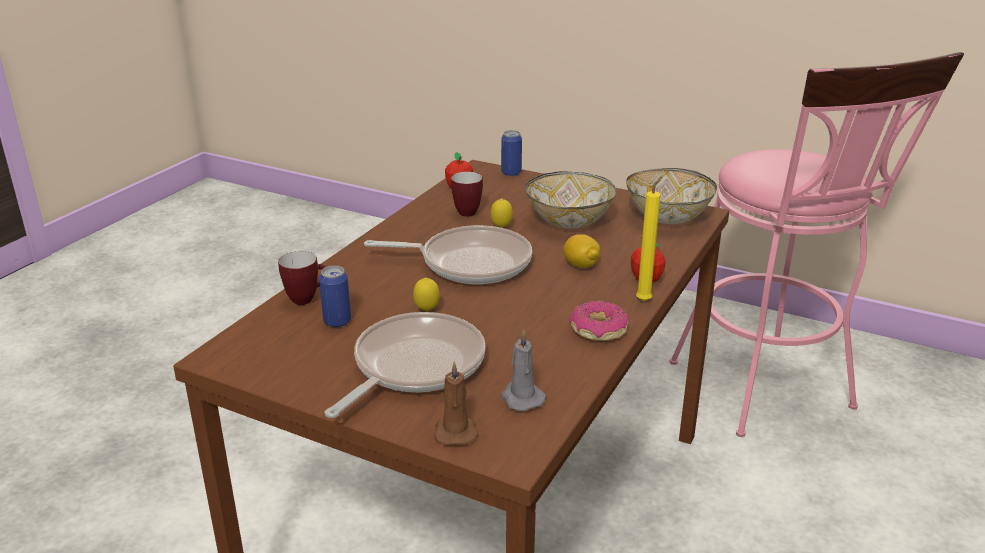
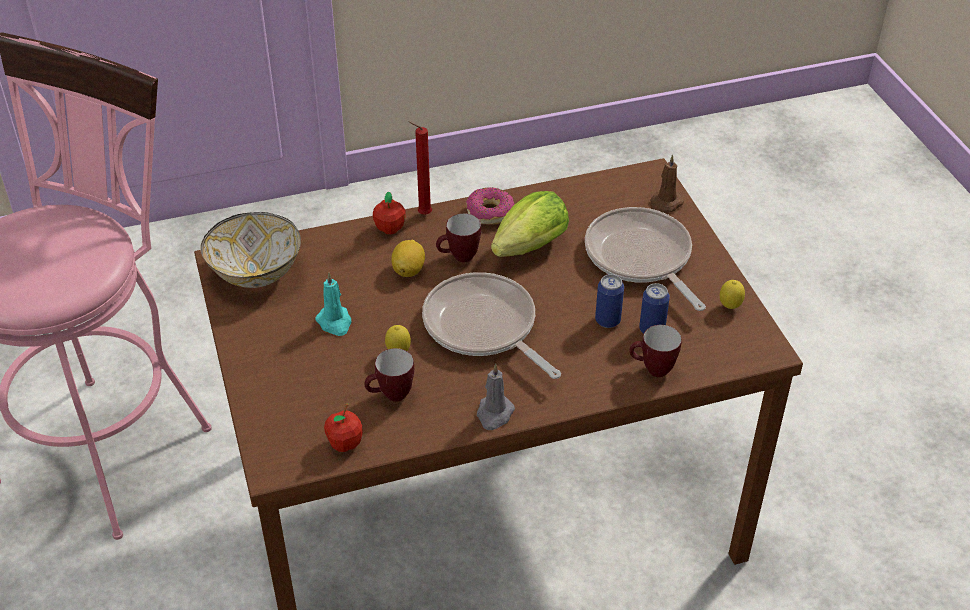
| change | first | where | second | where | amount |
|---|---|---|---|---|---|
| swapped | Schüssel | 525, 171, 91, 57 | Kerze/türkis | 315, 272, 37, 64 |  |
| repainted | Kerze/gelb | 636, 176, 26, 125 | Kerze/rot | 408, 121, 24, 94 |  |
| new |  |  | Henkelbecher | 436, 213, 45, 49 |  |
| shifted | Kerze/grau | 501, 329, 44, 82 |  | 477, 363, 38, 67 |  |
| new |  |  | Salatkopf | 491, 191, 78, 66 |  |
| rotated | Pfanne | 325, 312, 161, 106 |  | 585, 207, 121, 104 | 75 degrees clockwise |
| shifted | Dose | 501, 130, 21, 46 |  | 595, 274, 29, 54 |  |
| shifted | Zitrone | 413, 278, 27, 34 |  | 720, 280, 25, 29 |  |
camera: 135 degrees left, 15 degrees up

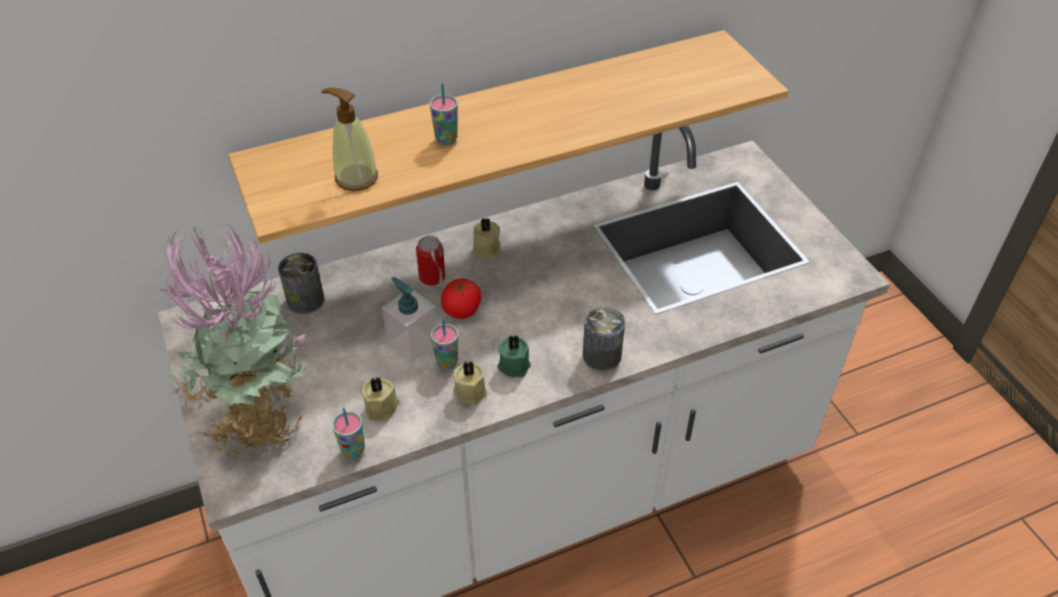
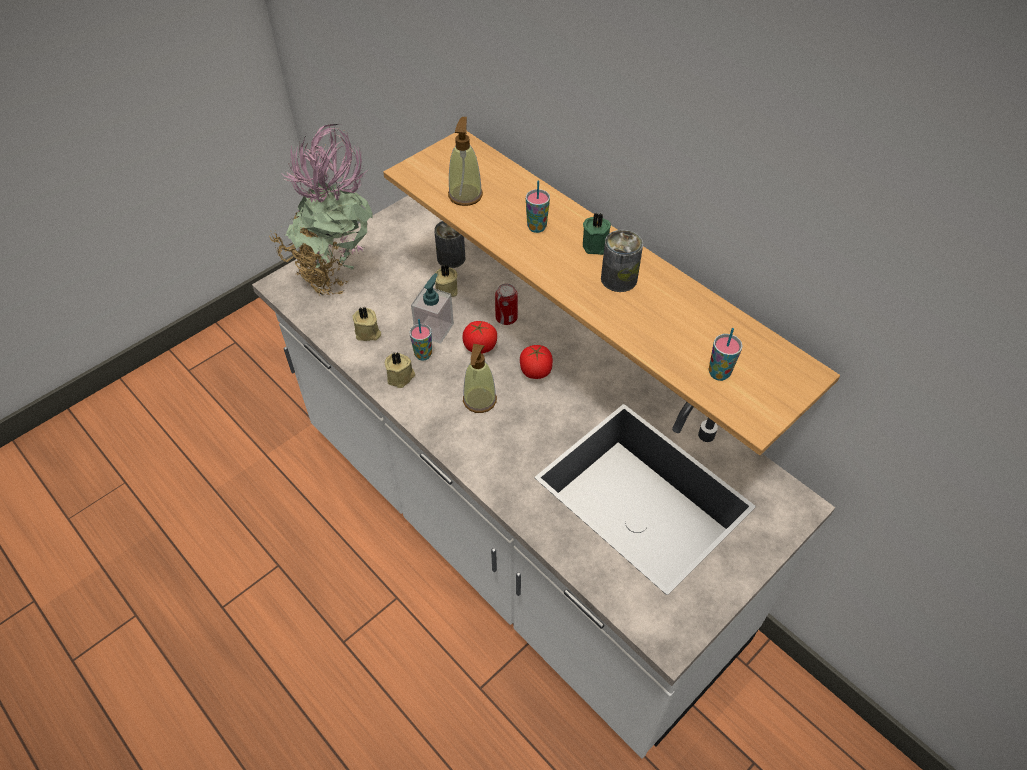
| change | first | where | second | where | amount |
|---|---|---|---|---|---|
| shifted | Kerze/beige | 473, 218, 28, 41 |  | 435, 265, 23, 32 |  |
| new |  |  | Seifenspender | 463, 344, 34, 69 |  |
| new |  |  | Tomate | 520, 345, 33, 34 |  |
| shifted | Kerze/grün | 497, 335, 34, 42 |  | 583, 212, 28, 43 |  |
| shifted | Dose | 583, 306, 42, 65 |  | 601, 230, 42, 62 |  |
| shifted | Tasse | 332, 408, 33, 51 |  | 708, 328, 35, 53 |  |
camera: 70 degrees right, 5 degrees up

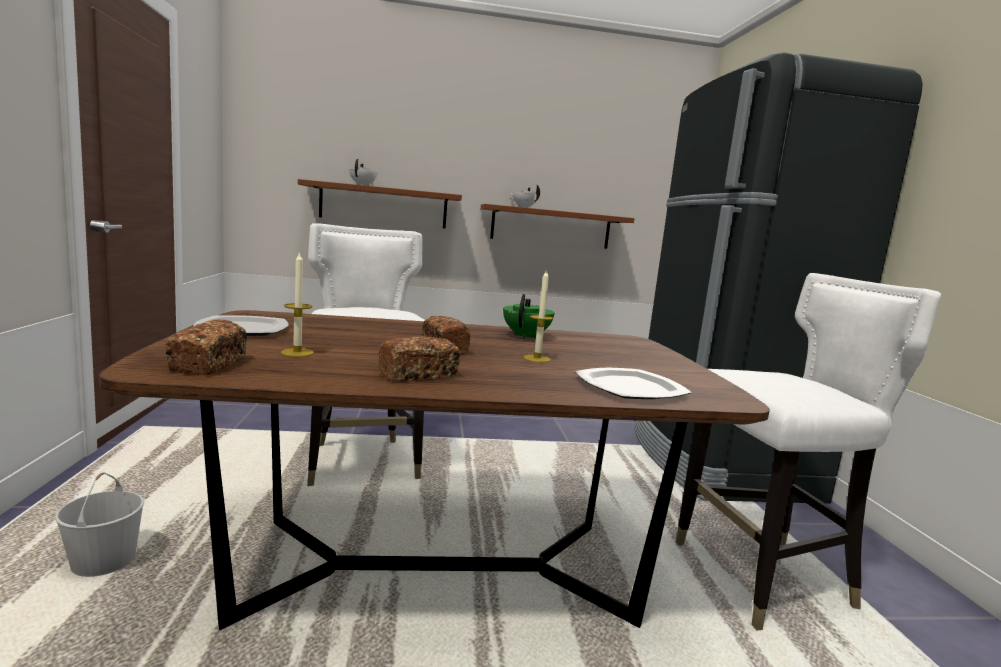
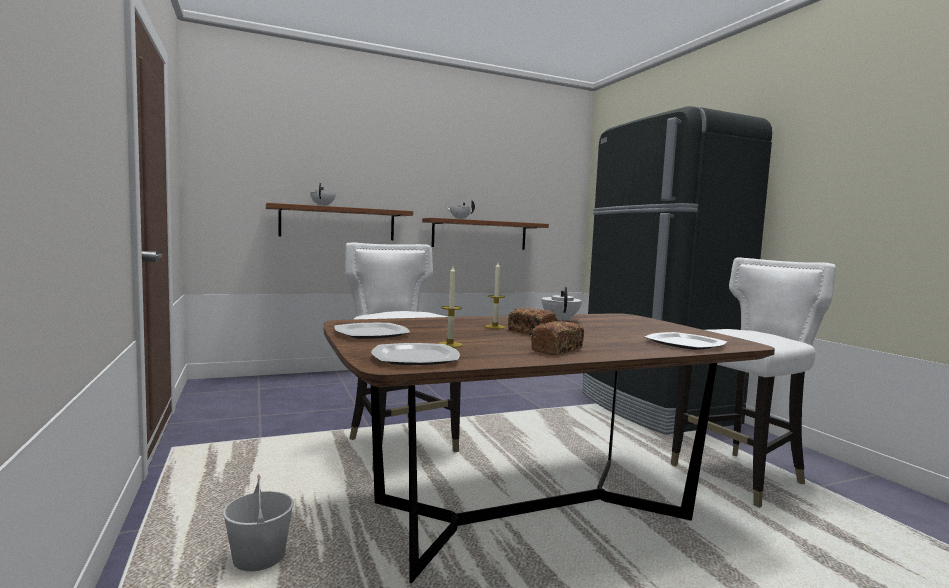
| change | first | where | second | where | amount |
|---|---|---|---|---|---|
| swapped | Brot | 166, 320, 81, 55 | Teller | 371, 343, 89, 22 |  |
| shifted | Kerze | 523, 270, 31, 93 |  | 485, 263, 20, 66 |  |
| repainted | Teekanne/grün | 503, 294, 52, 45 | Teekanne/weiß | 542, 287, 40, 34 |  |
camera: 15 degrees left, 5 degrees down

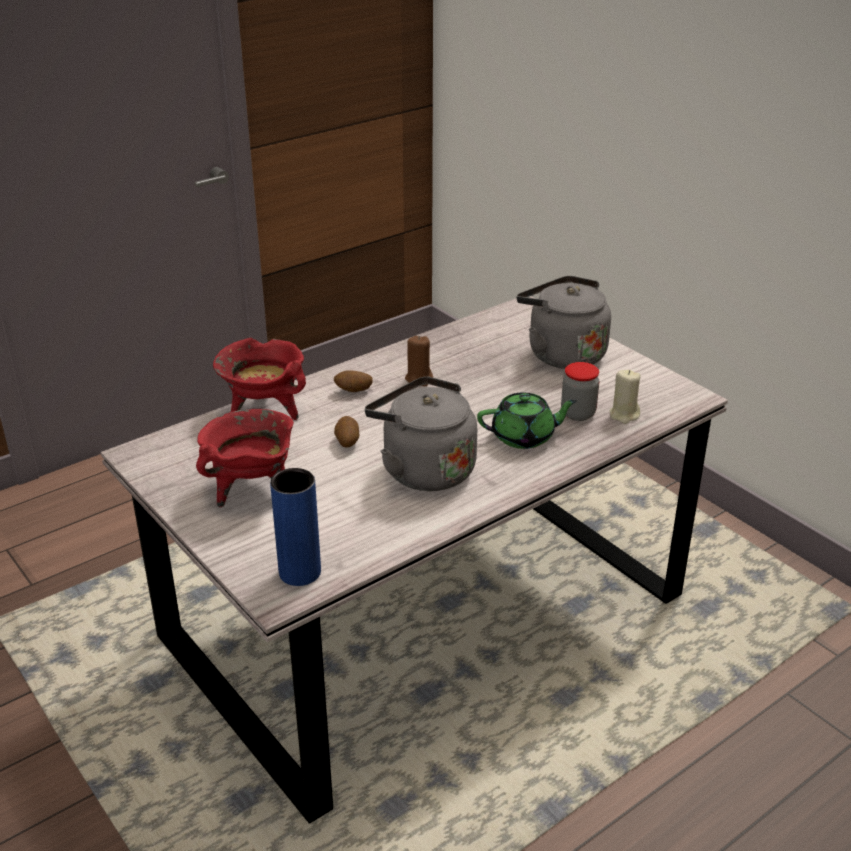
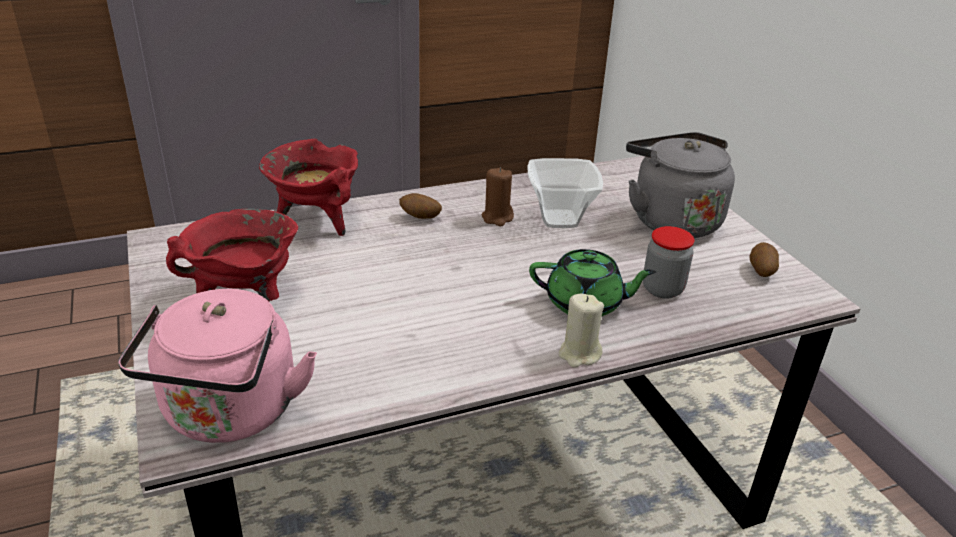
| change | first | where | second | where | amount |
|---|---|---|---|---|---|
| swapped | Vase/blau | 270, 468, 51, 118 | Wasserkessel/rosa | 118, 289, 199, 154 |  |
| new |  |  | Schüssel | 528, 158, 75, 70 |  |
| shifted | Kerze/beige | 609, 370, 32, 54 |  | 559, 294, 45, 74 |  |
| shifted | Kartoffel | 334, 416, 25, 32 |  | 749, 242, 30, 35 |  |
| gone | Wasserkessel/grau | 365, 376, 112, 115 |  |  |  |
camera: 15 degrees right, 0 degrees up

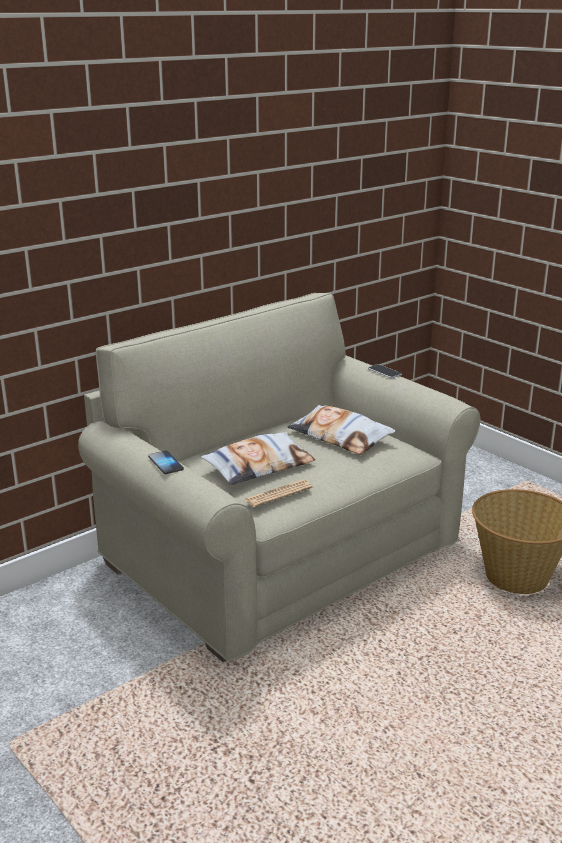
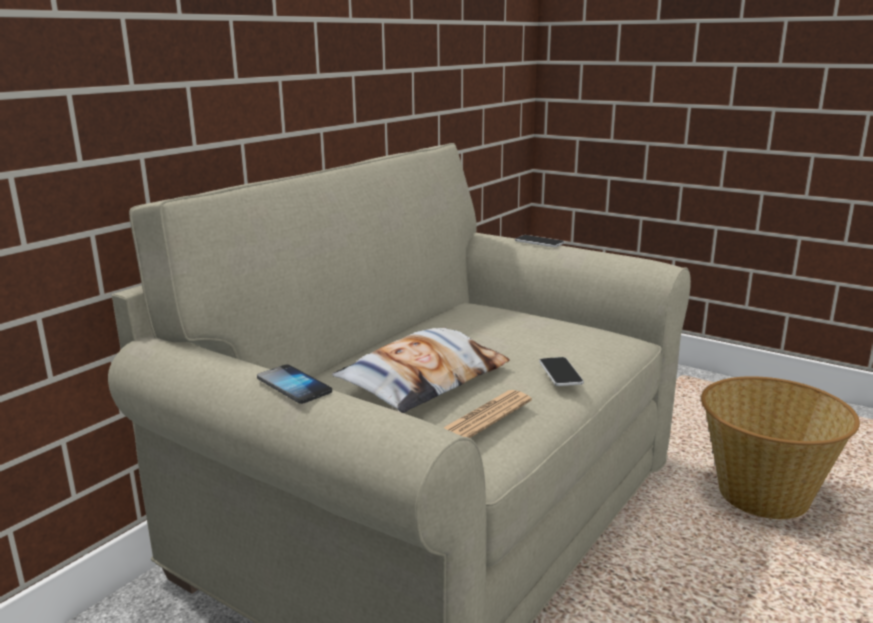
| change | first | where | second | where | amount |
|---|---|---|---|---|---|
| new |  |  | Handy | 539, 357, 45, 29 |  |
| gone | Kissen | 287, 405, 109, 50 |  |  |  |
camera: 15 degrees left, 5 degrees down

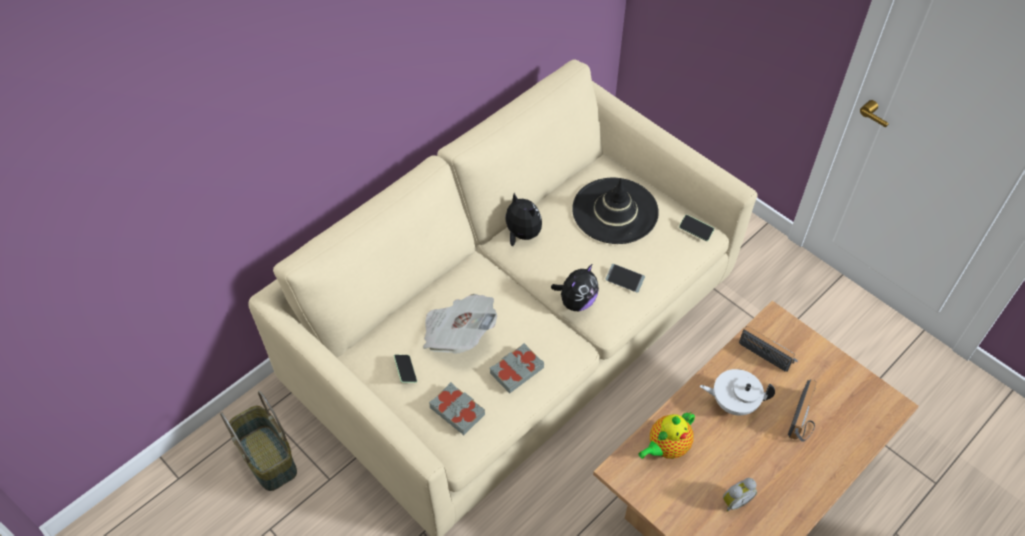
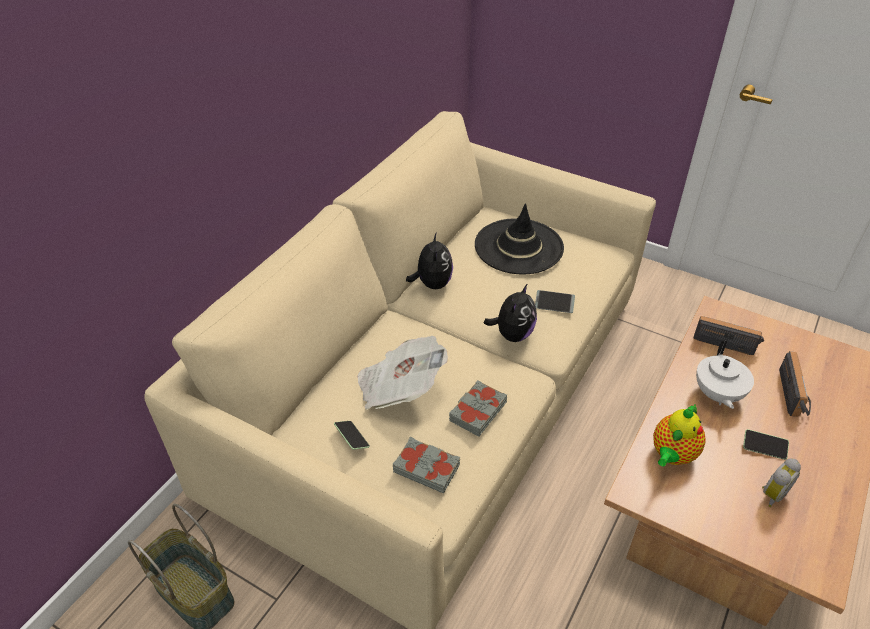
| change | first | where | second | where | amount |
|---|---|---|---|---|---|
| rotated | Plüschtier | 505, 193, 37, 53 |  | 406, 232, 47, 57 | 60 degrees clockwise |
| rotated | Teekanne/weiß | 700, 369, 75, 47 |  | 696, 340, 58, 69 | 75 degrees counterclockwise |
| shifted | Handy | 679, 215, 35, 26 |  | 743, 429, 46, 31 |  |
camera: 15 degrees left, 10 degrees down

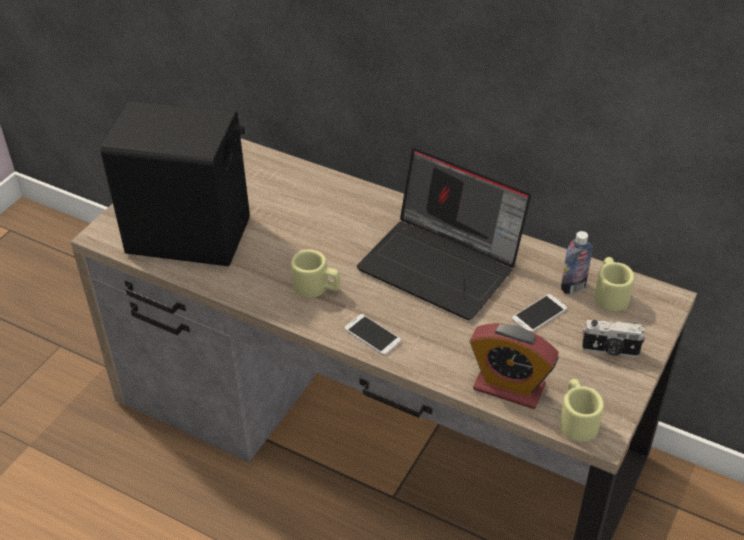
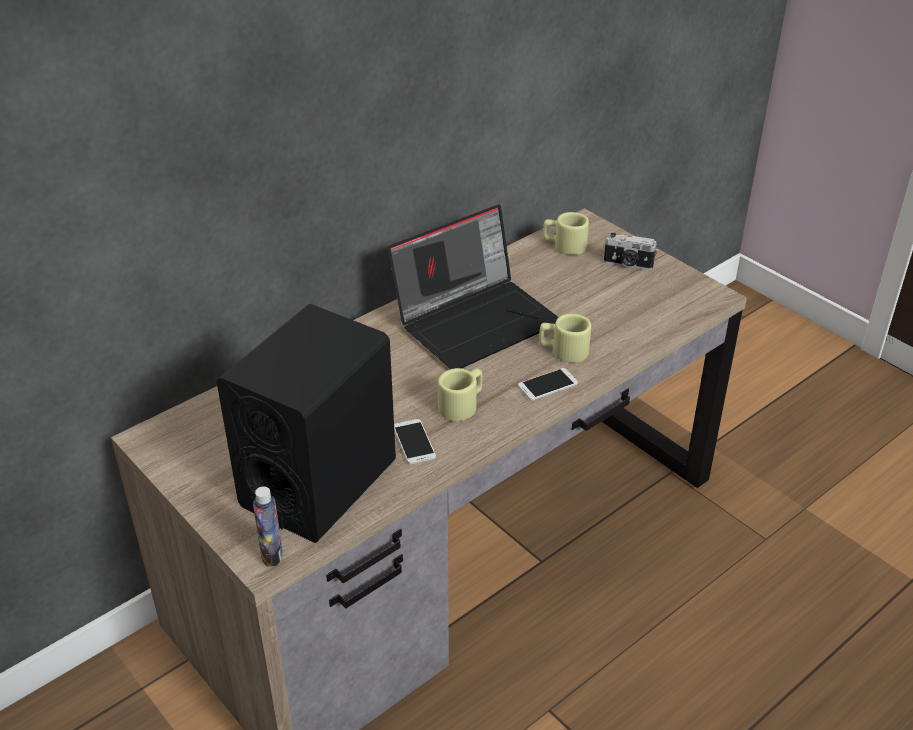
| change | first | where | second | where | amount |
|---|---|---|---|---|---|
| shifted | Flasche | 561, 231, 32, 63 |  | 253, 487, 30, 80 |  |
| shifted | Handy | 512, 294, 55, 38 |  | 394, 419, 42, 45 |  |
| shifted | Henkelbecher/beige | 560, 379, 44, 62 |  | 539, 314, 52, 49 |  |
| rotated | Kamera | 582, 320, 64, 37 |  | 604, 233, 54, 37 | 75 degrees clockwise |
| gone | Wecker | 469, 323, 90, 86 |  |  |  |
camera: 70 degrees left, 5 degrees down

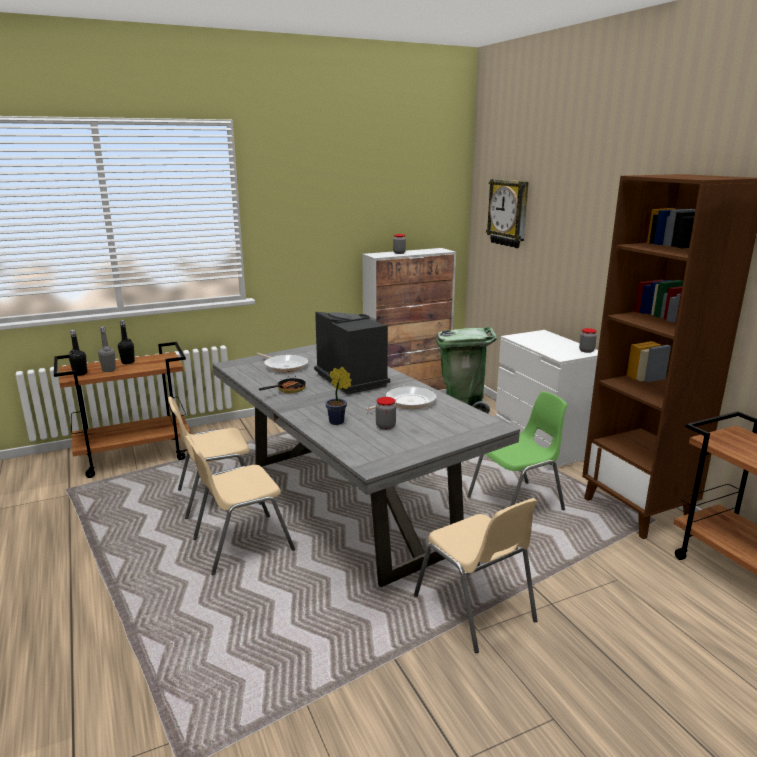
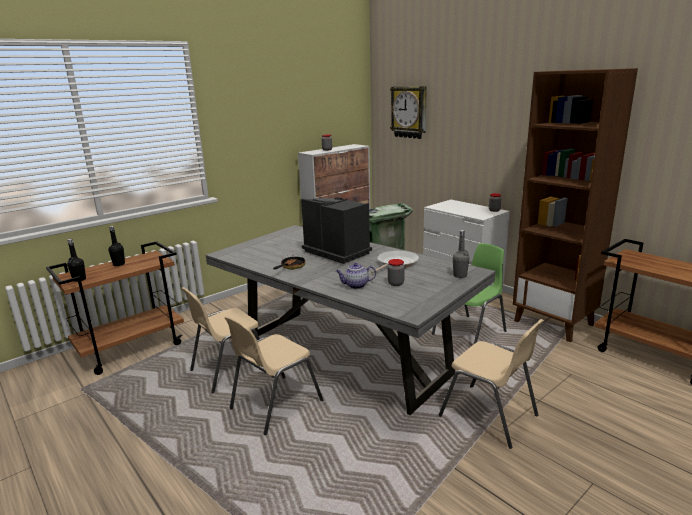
| change | first | where | second | where | amount |
|---|---|---|---|---|---|
| swapped | Topfpflanze | 325, 367, 27, 58 | Teekanne | 336, 263, 40, 26 |  |
| shifted | Flasche/grau | 98, 326, 18, 46 |  | 453, 230, 17, 48 |  |
| gone | Pfanne | 256, 353, 52, 19 |  |  |  |
camera: 15 degrees left, 0 degrees up

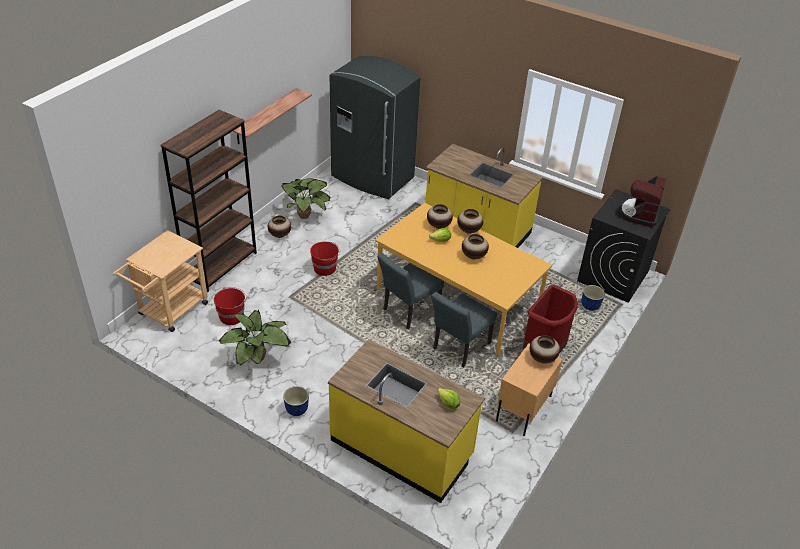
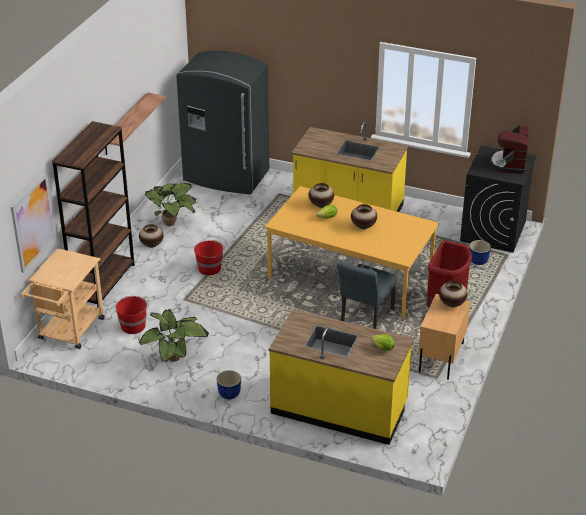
| change | first | where | second | where | amount |
|---|---|---|---|---|---|
| new |  |  | Bild | 11, 173, 45, 100 |  |
| gone | Stuhl/grau | 377, 253, 67, 76 |  |  |  |
| gone | Vase | 457, 209, 26, 25 |  |  |  |
camera: 10 degrees left, 5 degrees down

